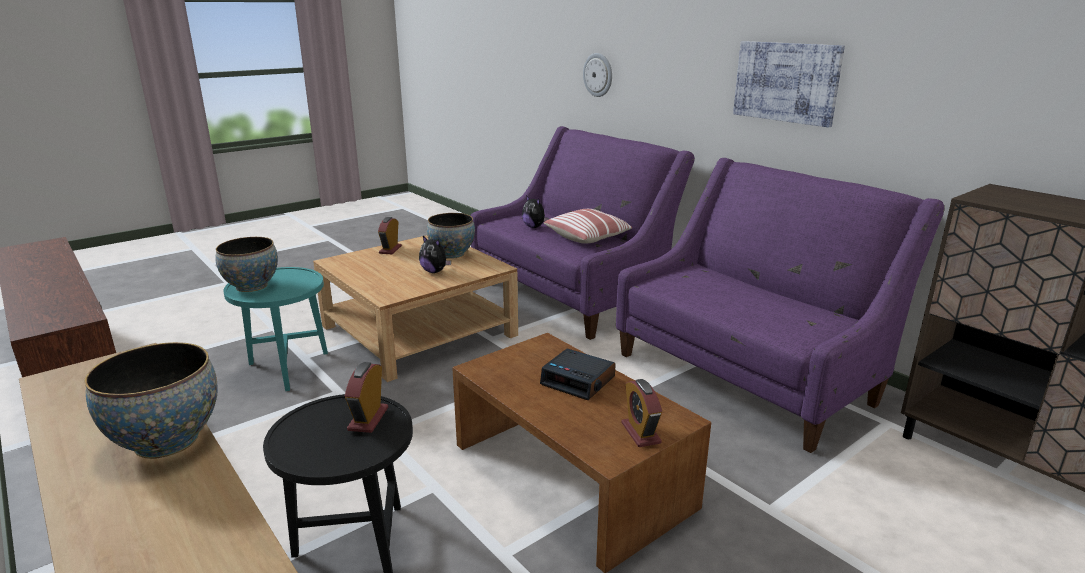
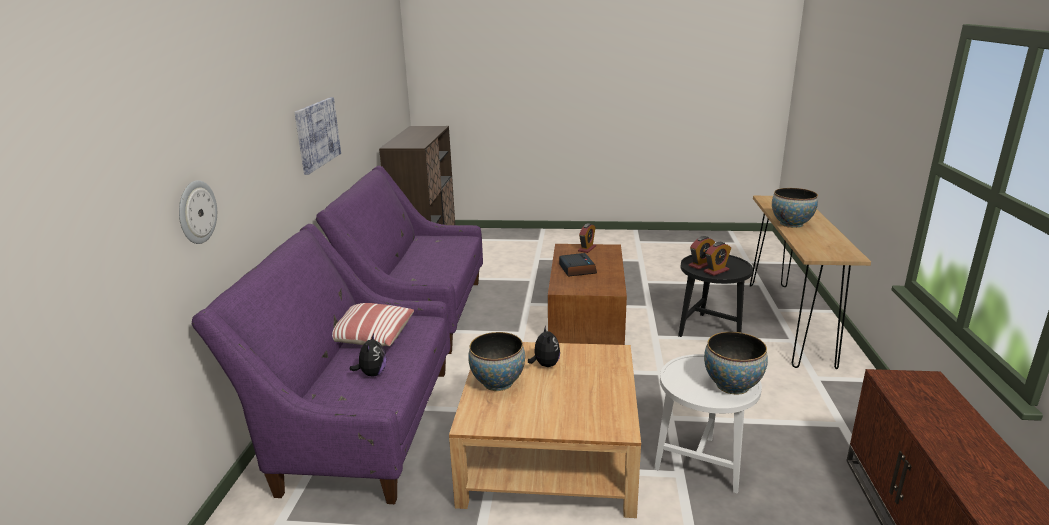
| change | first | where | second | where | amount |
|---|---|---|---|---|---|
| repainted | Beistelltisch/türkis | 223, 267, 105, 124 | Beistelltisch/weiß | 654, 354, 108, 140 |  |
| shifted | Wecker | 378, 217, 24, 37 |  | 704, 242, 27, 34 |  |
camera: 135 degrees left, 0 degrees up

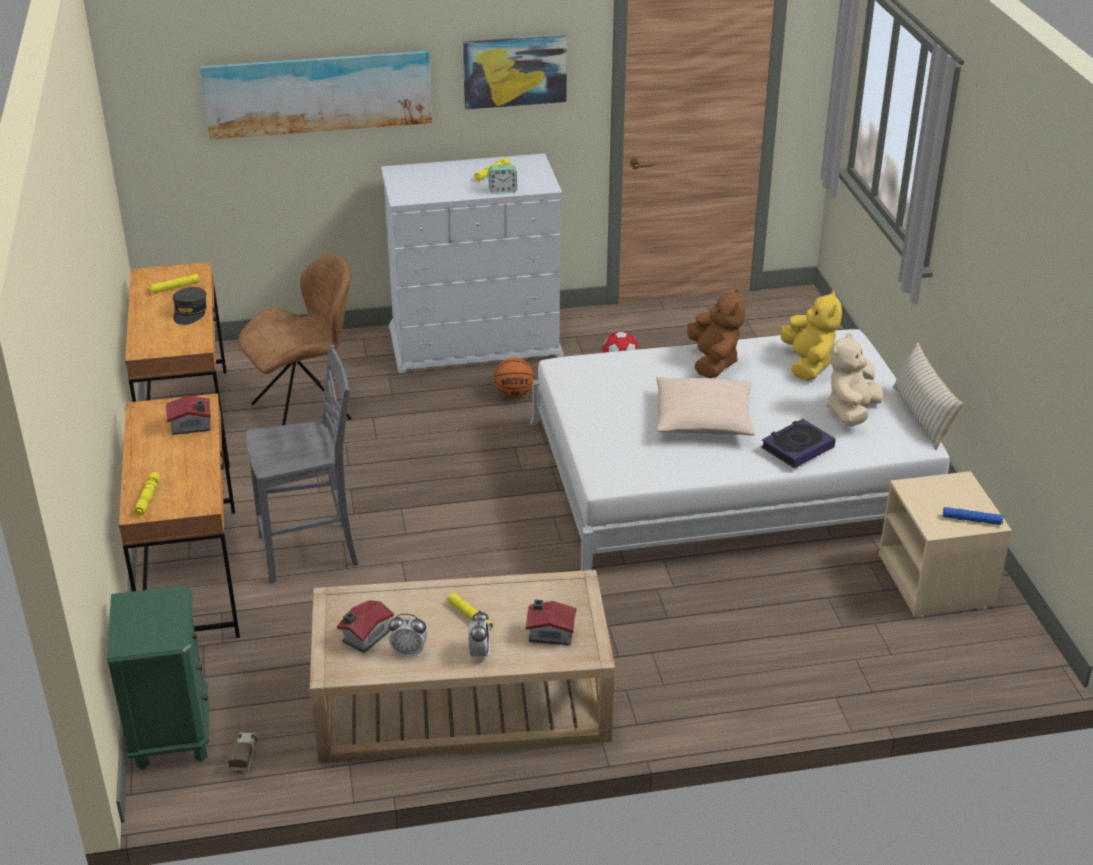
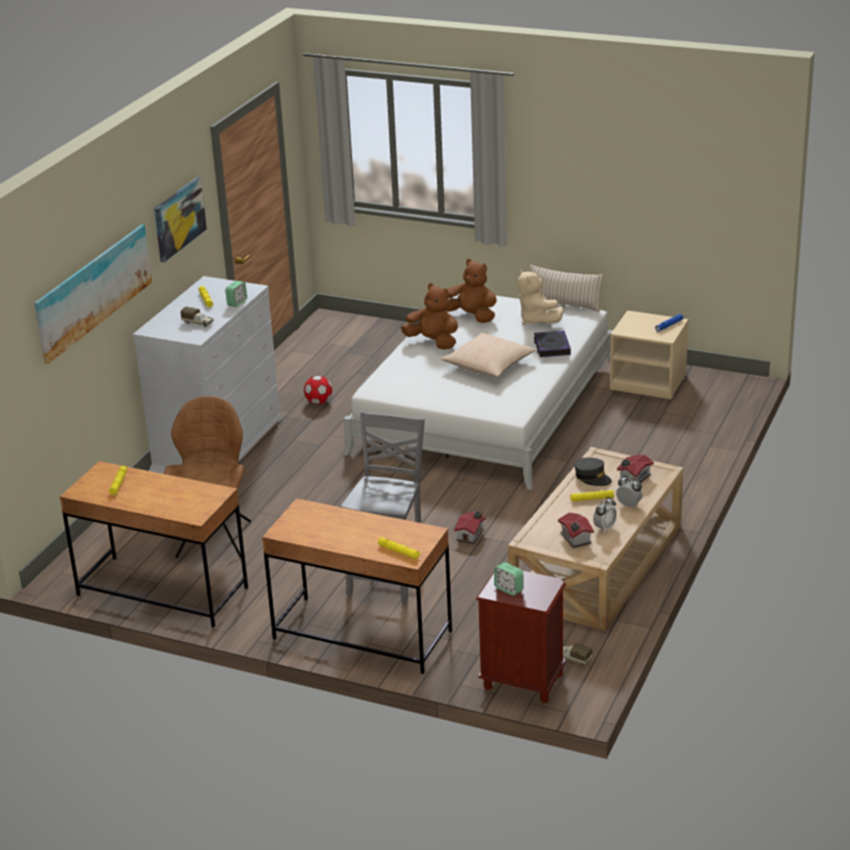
| change | first | where | second | where | amount |
|---|---|---|---|---|---|
| new |  |  | Spielzeuglaster | 181, 307, 33, 20 |  |
| repainted | Plüschtier/gelb | 780, 290, 62, 91 | Plüschtier/braun | 446, 259, 51, 64 |  |
| shifted | Spielzeughaus | 166, 395, 45, 40 |  | 454, 511, 32, 33 |  |
| repainted | Nachttisch/grün | 107, 586, 102, 184 | Nachttisch/braun | 476, 571, 90, 132 |  |
| new |  |  | Wecker | 494, 562, 30, 34 |  |
| shifted | Kappe/grau | 173, 287, 34, 38 |  | 574, 458, 38, 28 |  |
| gone | Basketball | 494, 358, 40, 40 |  |  |  |
camera: 55 degrees left, 5 degrees down

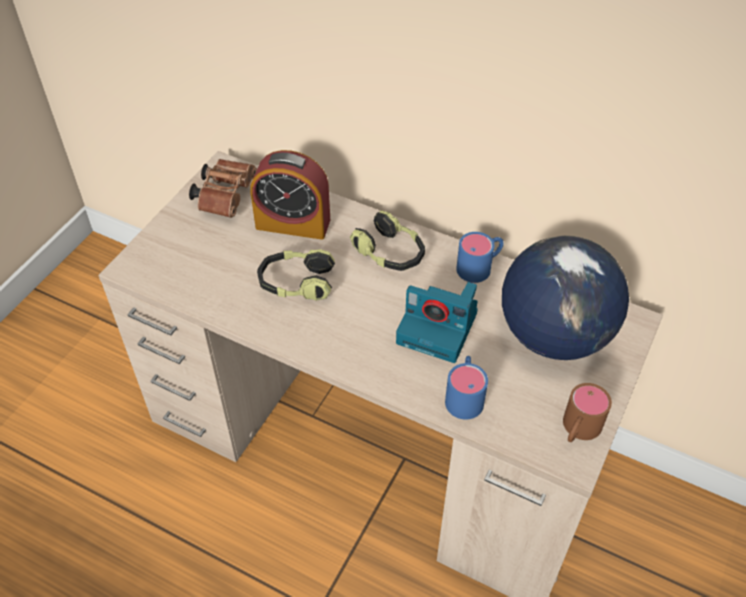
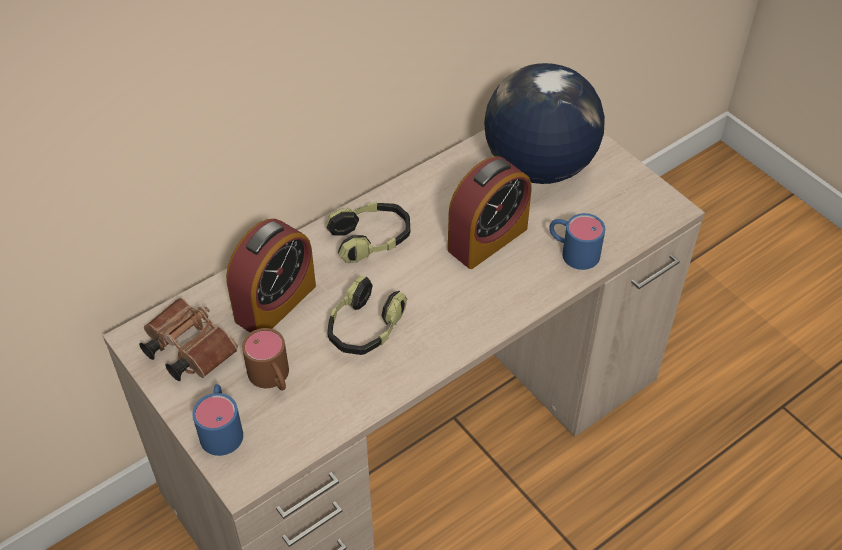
| change | first | where | second | where | amount |
|---|---|---|---|---|---|
| shifted | Henkelbecher/blau | 456, 232, 48, 51 |  | 192, 384, 51, 72 |  |
| shifted | Henkelbecher/braun | 563, 383, 49, 59 |  | 242, 328, 47, 62 |  |
| swapped | Kamera | 396, 282, 82, 81 | Wecker | 448, 156, 84, 113 |  |
camera: 65 degrees left, 0 degrees up

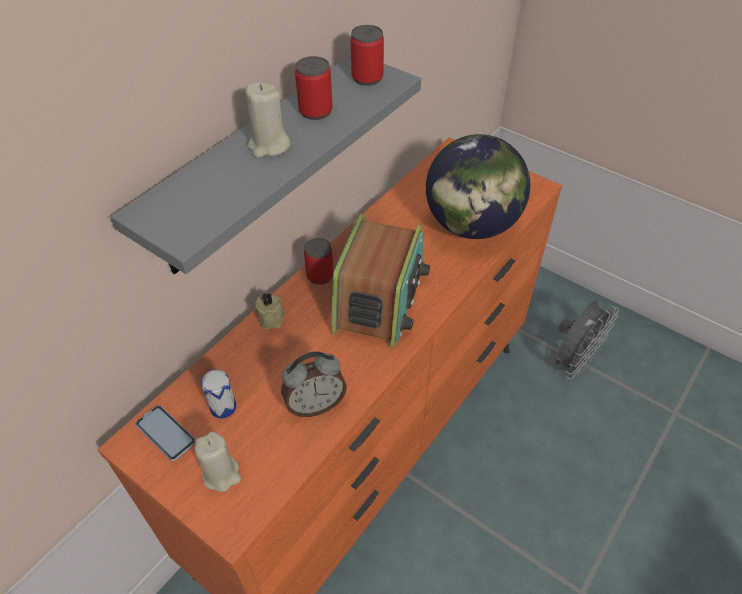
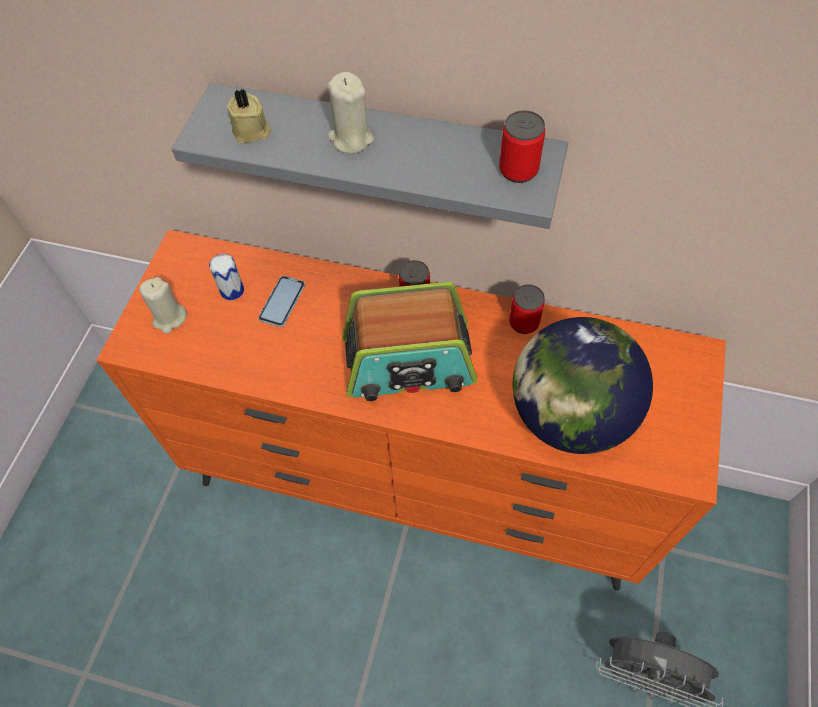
| change | first | where | second | where | amount |
|---|---|---|---|---|---|
| shifted | Kerze/beige | 255, 293, 30, 36 |  | 226, 88, 45, 55 |  |
| shifted | Handy | 135, 405, 61, 56 |  | 258, 276, 47, 51 |  |
| shifted | Dose | 295, 56, 38, 64 |  | 509, 284, 36, 50 |  |
| gone | Wecker | 281, 351, 66, 66 |  |  |  |
camera: 70 degrees right, 10 degrees up

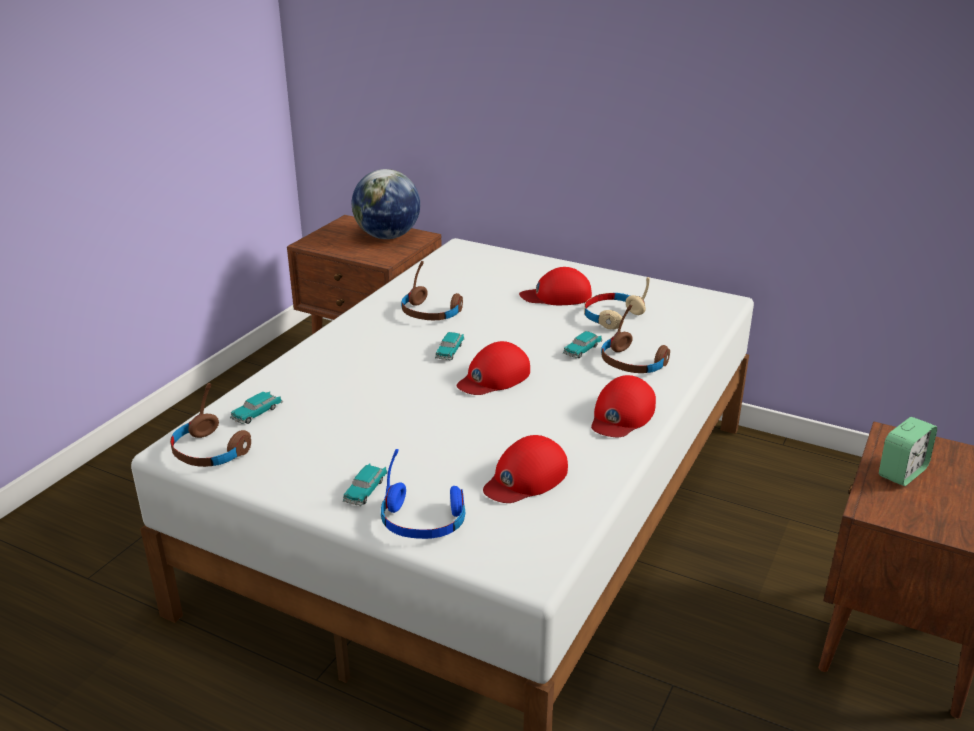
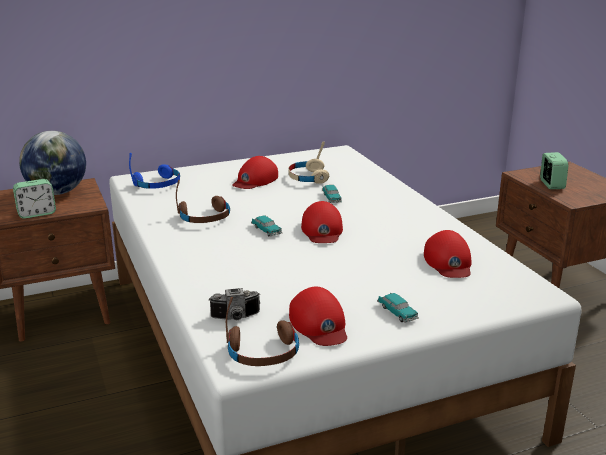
| change | first | where | second | where | amount |
|---|---|---|---|---|---|
| new |  |  | Wecker | 13, 179, 43, 40 |  |
| shifted | Kopfhörer/blau | 381, 449, 84, 90 |  | 129, 153, 51, 36 |  |
| swapped | Spielzeugauto | 230, 391, 53, 33 | Kamera | 209, 288, 51, 32 |  |
| shifted | Kappe/rot | 591, 375, 65, 62 |  | 289, 286, 58, 60 |  |
| gone | Kopfhörer/braun | 601, 305, 69, 68 |  |  |  |
camera: 50 degrees left, 5 degrees down

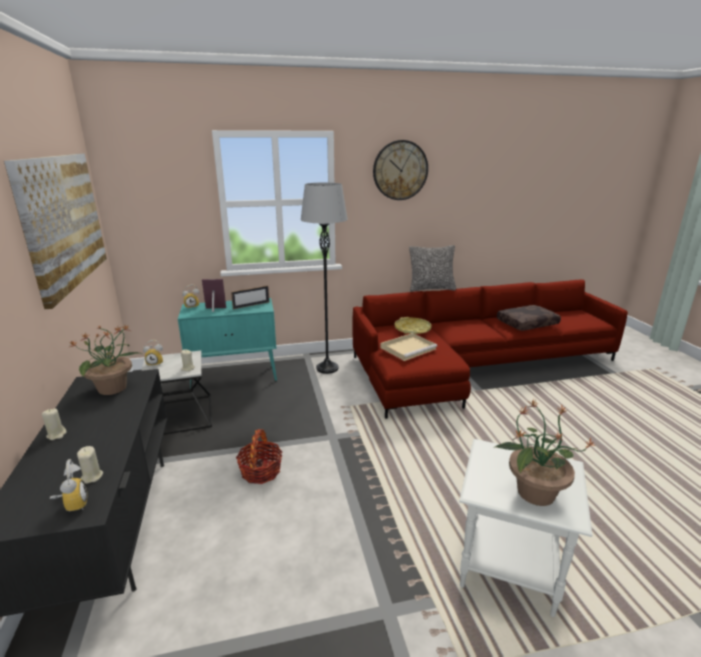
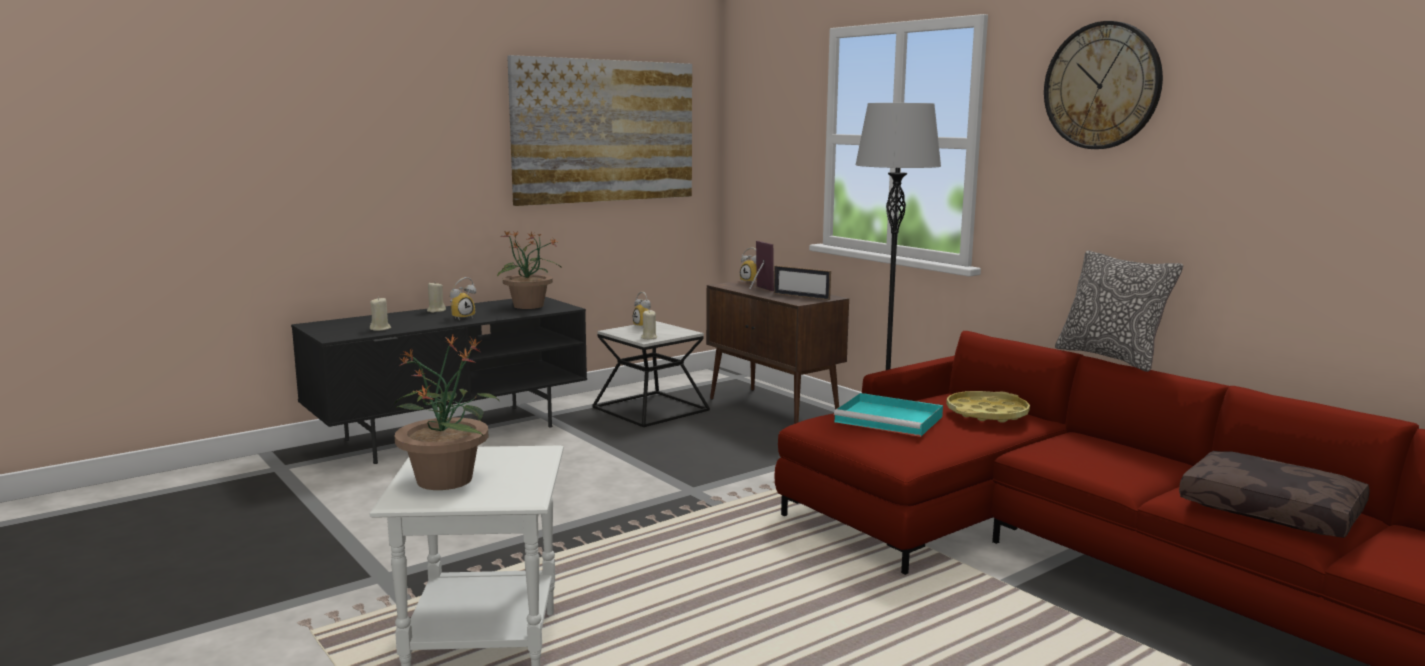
| change | first | where | second | where | amount |
|---|---|---|---|---|---|
| shifted | Wecker | 50, 459, 37, 52 |  | 450, 277, 26, 43 |  |
| repainted | Schrank/türkis | 178, 298, 99, 89 | Schrank/braun | 706, 280, 143, 144 |  |
| repainted | Tablett/beige | 380, 333, 57, 28 | Tablett/türkis | 834, 393, 109, 44 |  |
| gone | Korb | 236, 429, 46, 55 |  |  |  |
camera: 65 degrees right, 10 degrees down

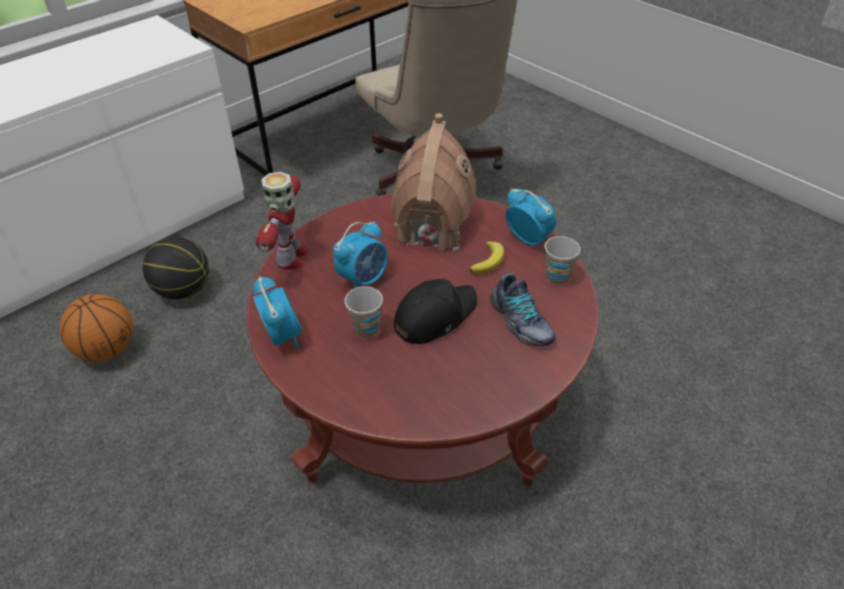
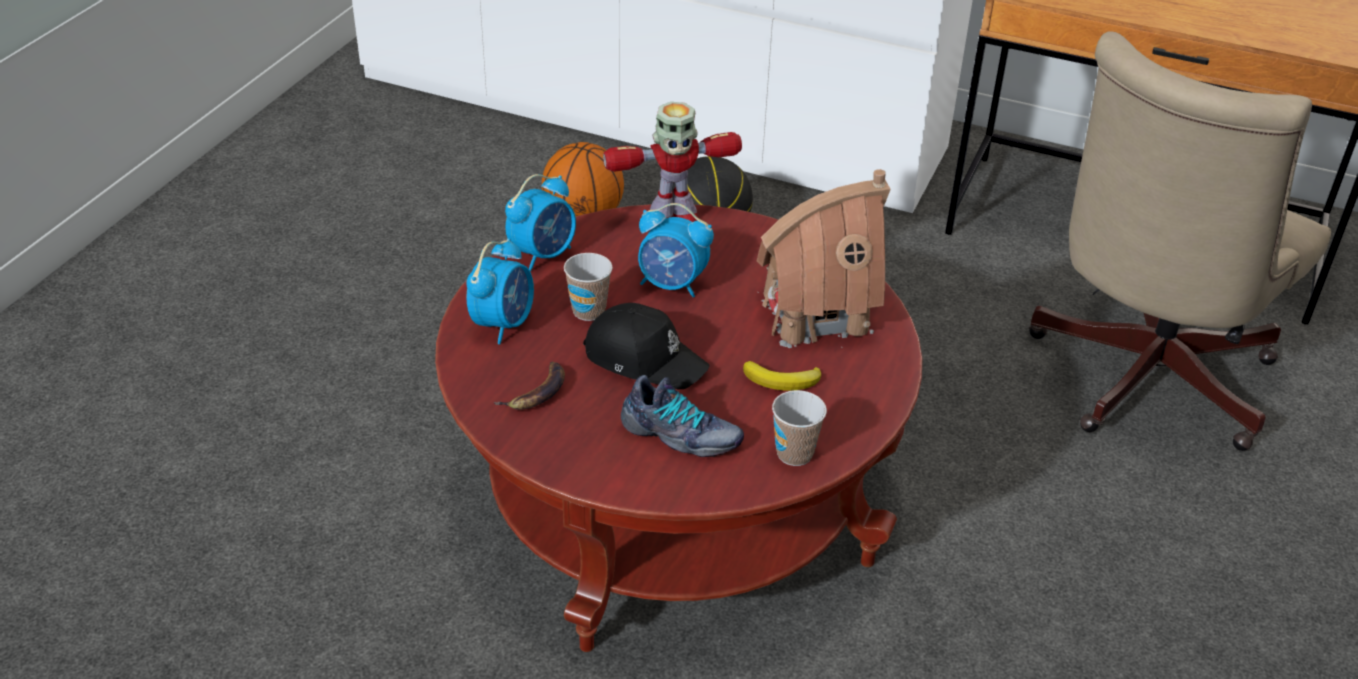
| change | first | where | second | where | amount |
|---|---|---|---|---|---|
| shifted | Wecker | 506, 188, 51, 58 |  | 466, 238, 68, 106 |  |
| new |  |  | Banane | 494, 361, 71, 49 |  |
| rotated | Schuh | 490, 273, 66, 73 |  | 621, 375, 123, 82 | 105 degrees counterclockwise |
camera: 65 degrees right, 5 degrees down

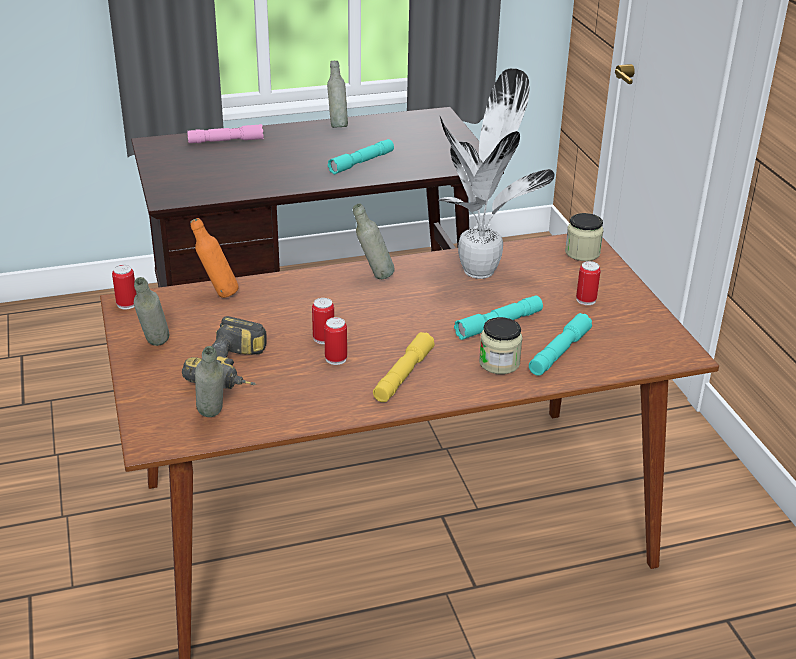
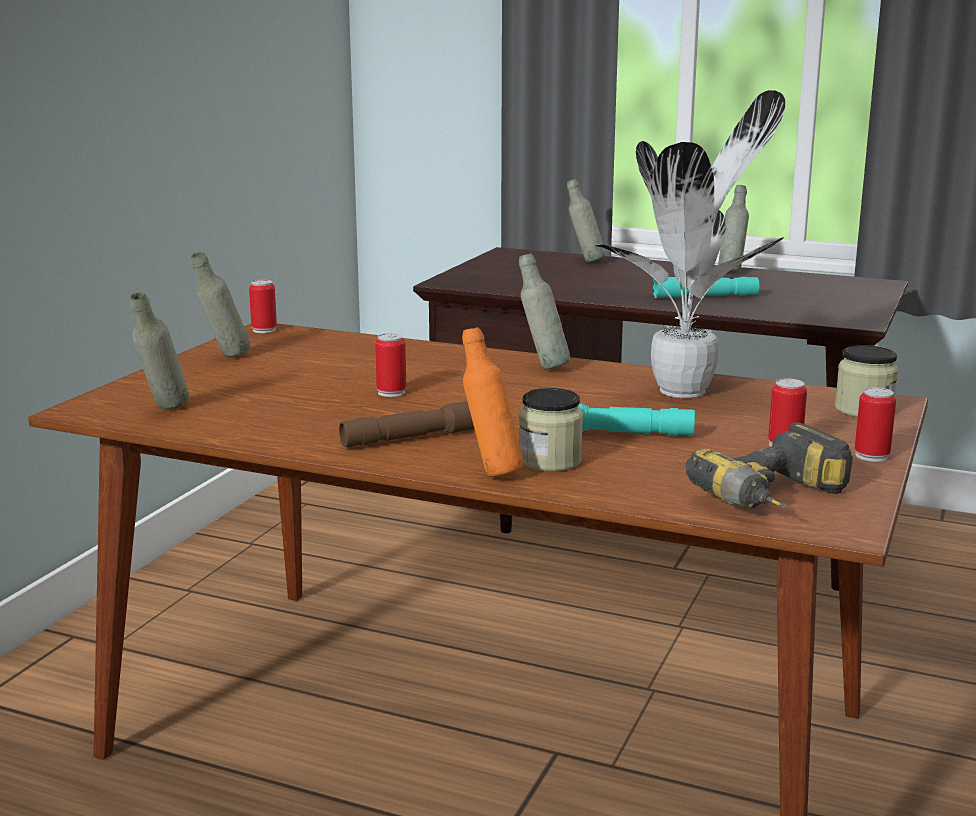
| change | first | where | second | where | amount |
|---|---|---|---|---|---|
| repainted | Taschenlampe/gelb | 373, 332, 62, 70 | Taschenlampe/braun | 339, 401, 136, 46 |  |
| shifted | Flasche/orange | 190, 218, 48, 80 |  | 462, 327, 61, 150 |  |
| swapped | Taschenlampe/rosa | 187, 124, 77, 19 | Flasche/grau | 567, 179, 39, 84 |  |
| shifted | Bohrmaschine | 182, 316, 85, 73 |  | 686, 422, 167, 86 |  |
| shifted | Dose | 324, 317, 23, 48 |  | 855, 387, 41, 75 |  |
| gone | Taschenlampe/türkis | 529, 313, 63, 63 |  |  |  |
camera: 40 degrees right, 15 degrees down

